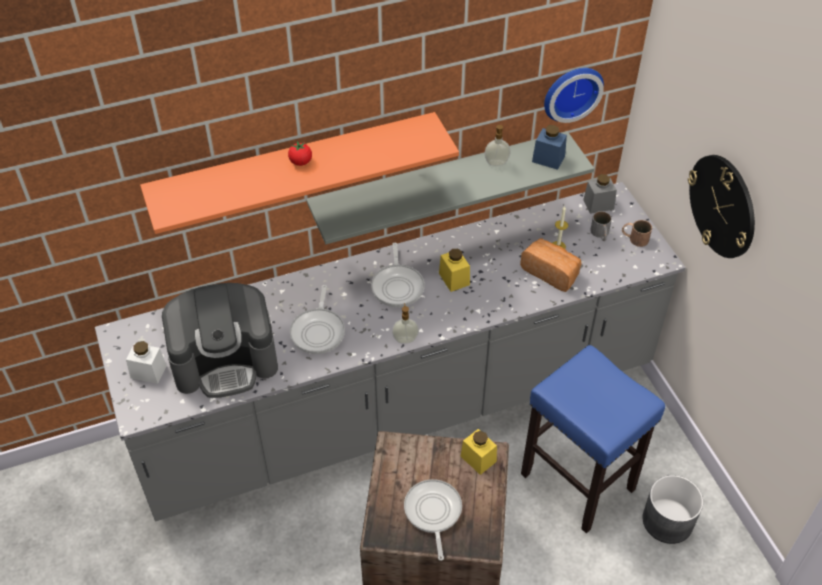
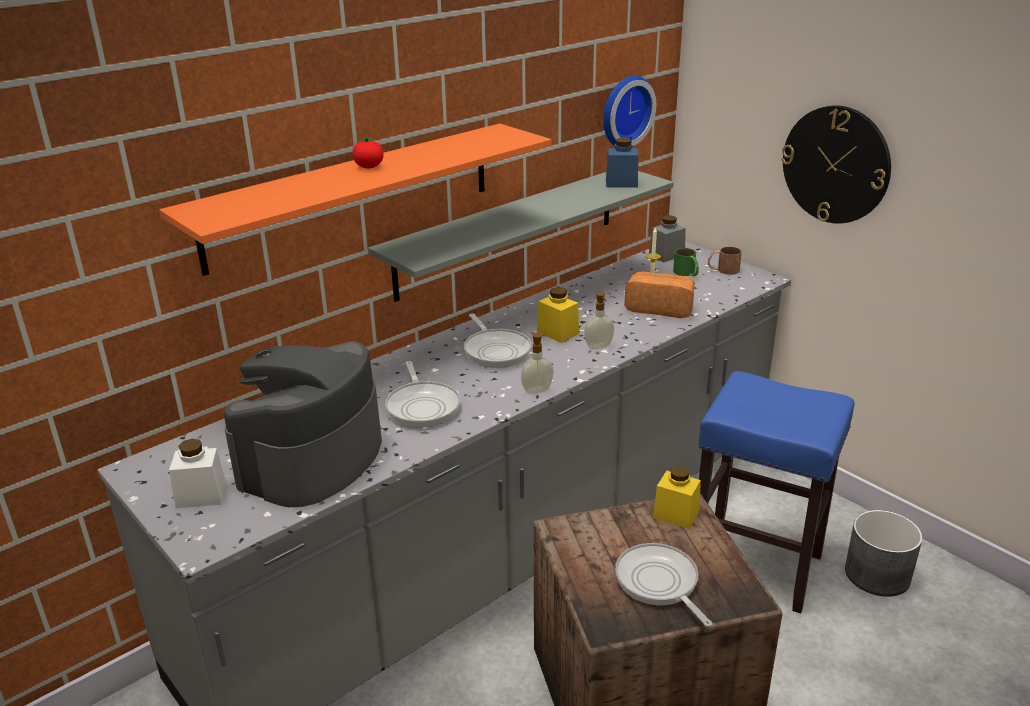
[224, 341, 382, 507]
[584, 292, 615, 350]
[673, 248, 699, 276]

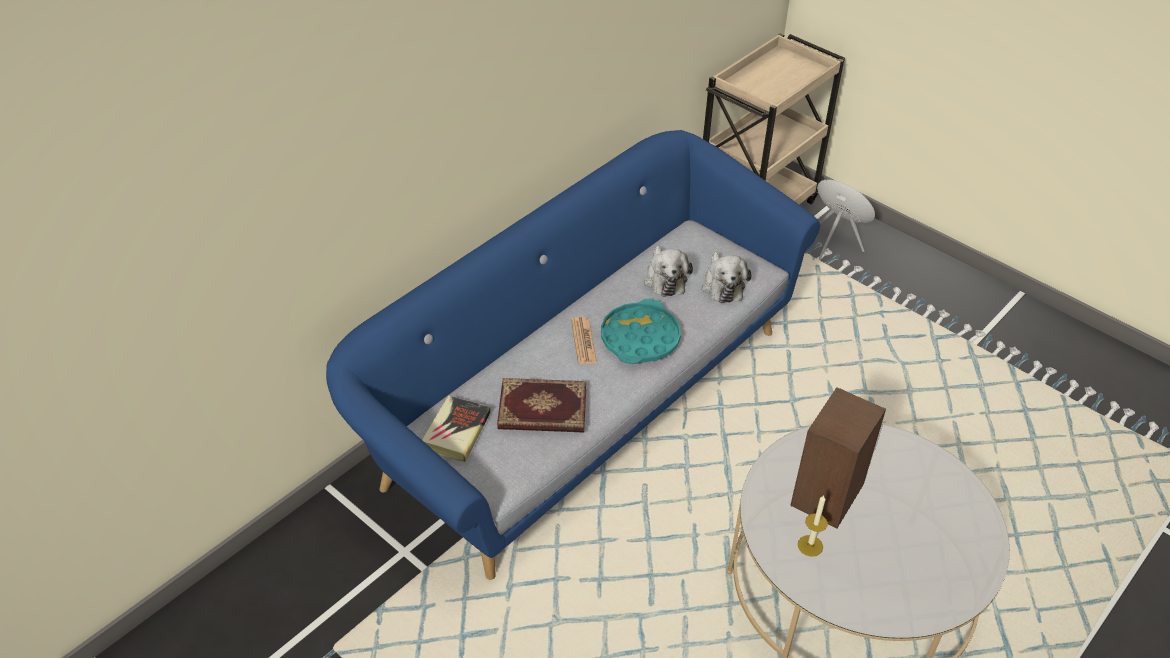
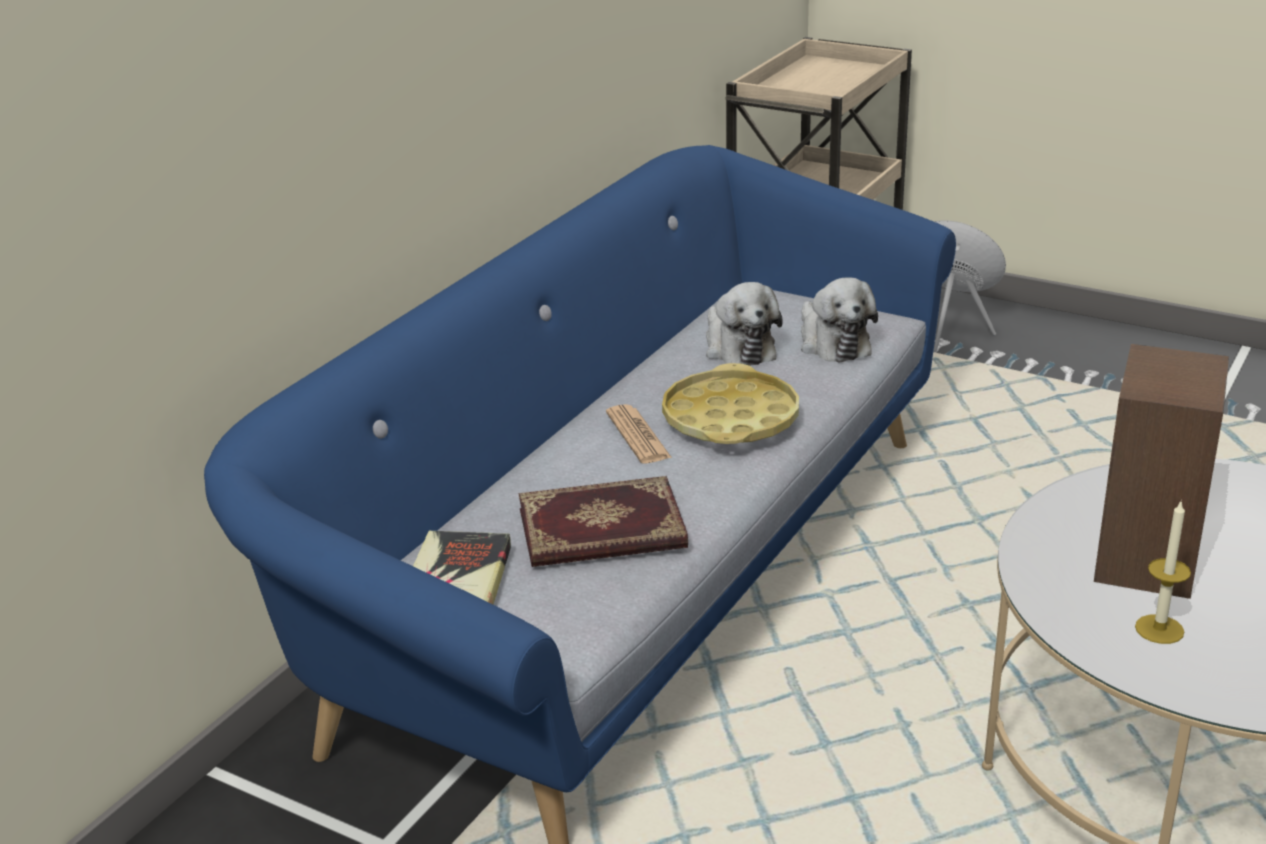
[662, 363, 799, 444]

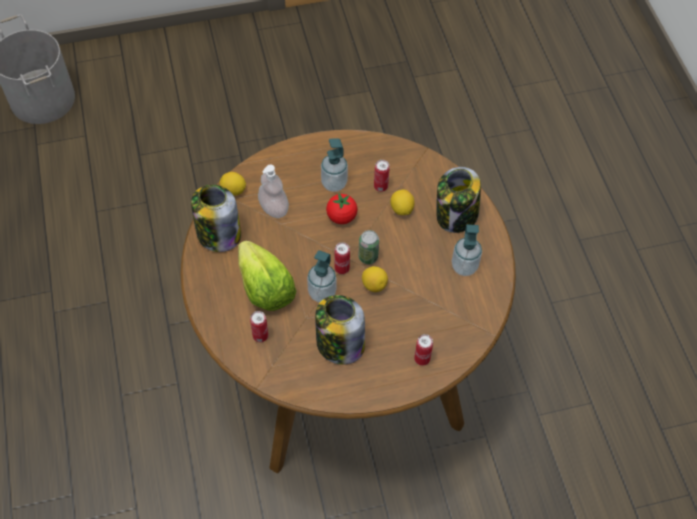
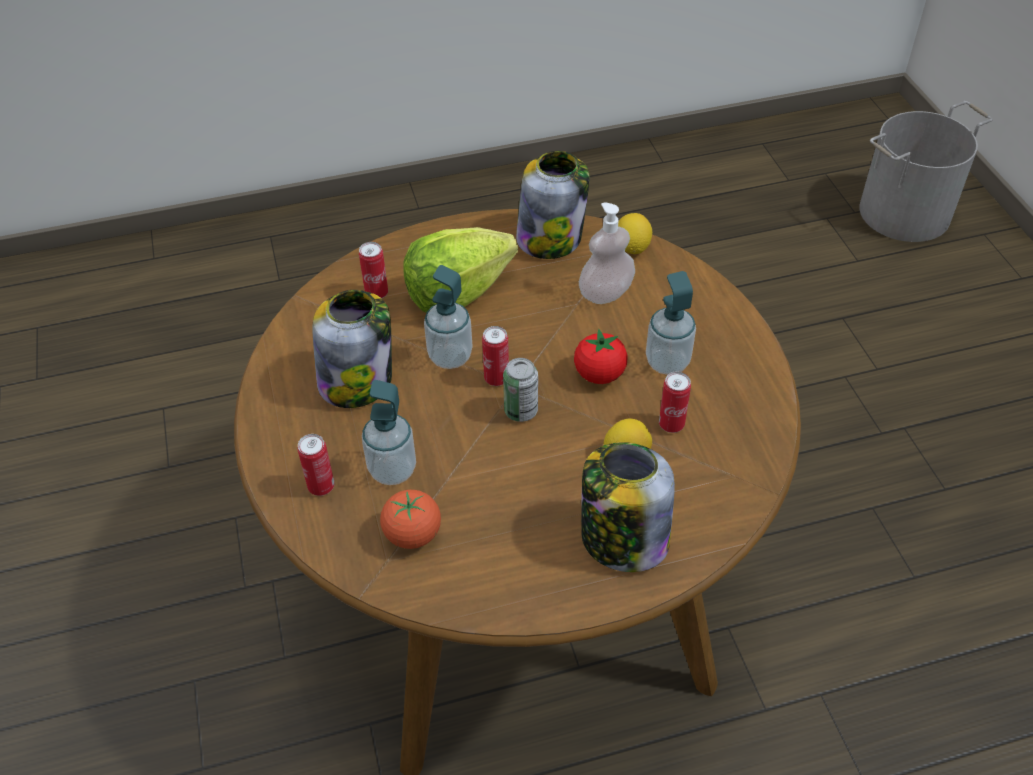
[362, 266, 388, 292] (first image)
[362, 380, 416, 485]
[380, 490, 441, 549]

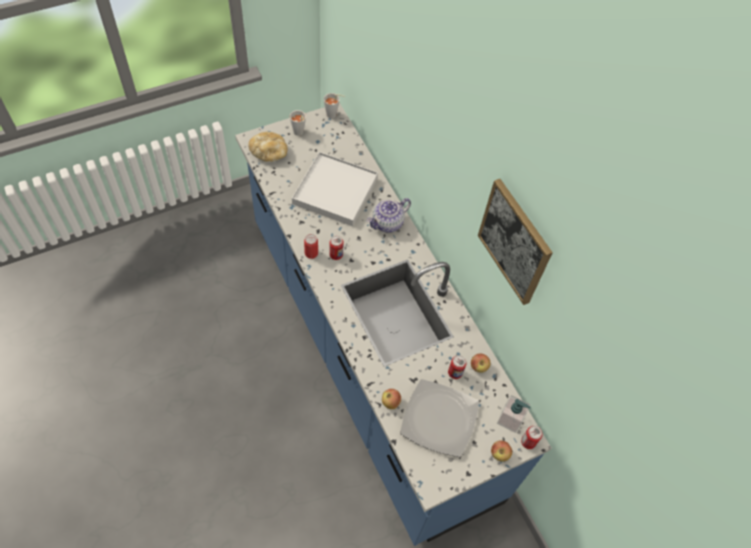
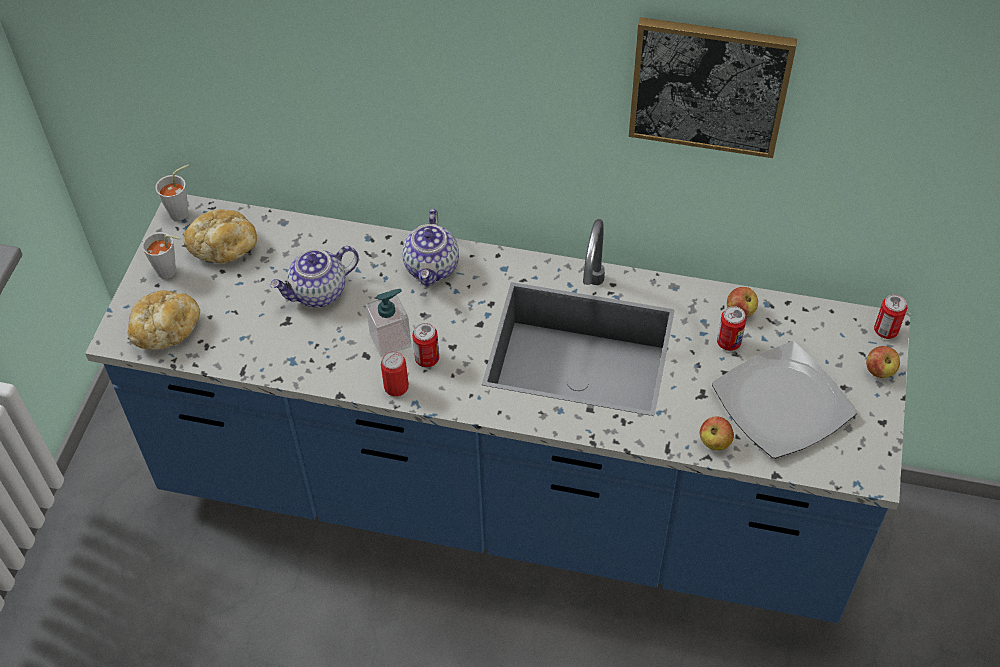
[270, 246, 359, 307]
[365, 289, 412, 357]
[183, 209, 257, 264]

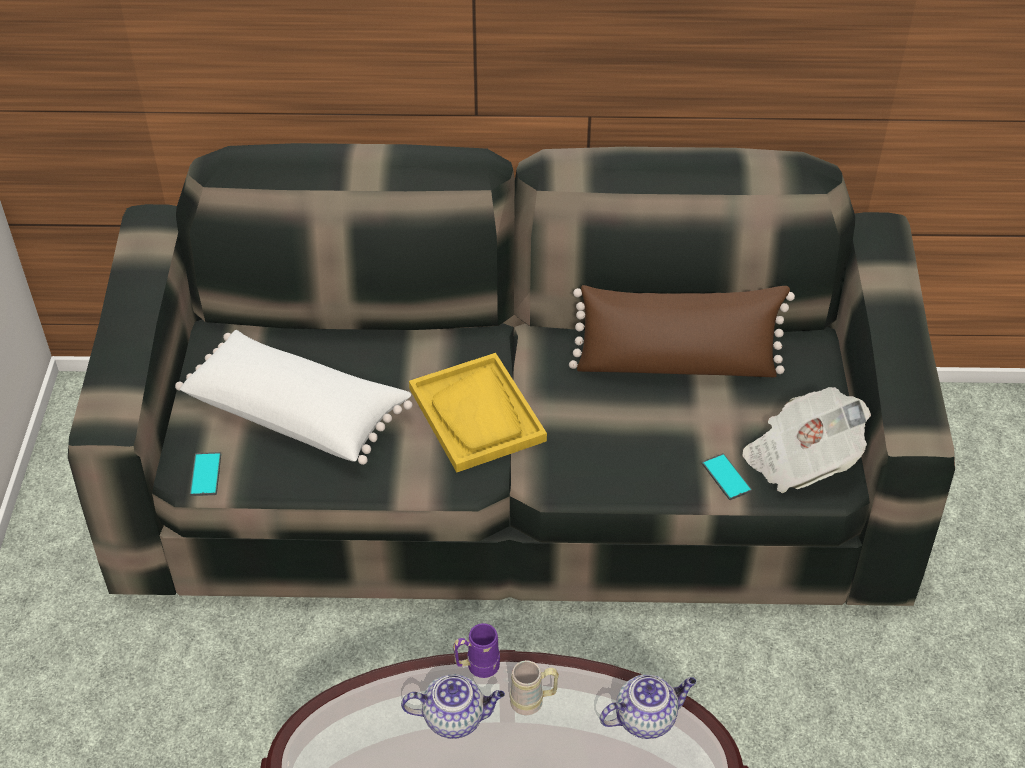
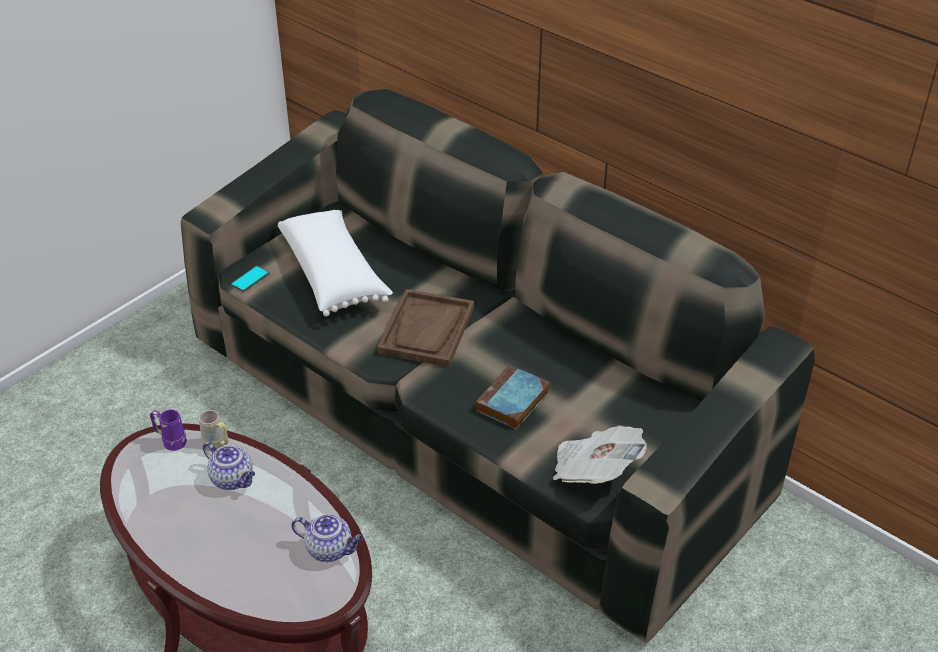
[377, 289, 474, 367]
[150, 409, 187, 451]
[199, 410, 229, 451]
[569, 285, 795, 377] (first image)
[702, 453, 752, 500] (first image)
[475, 365, 549, 430]

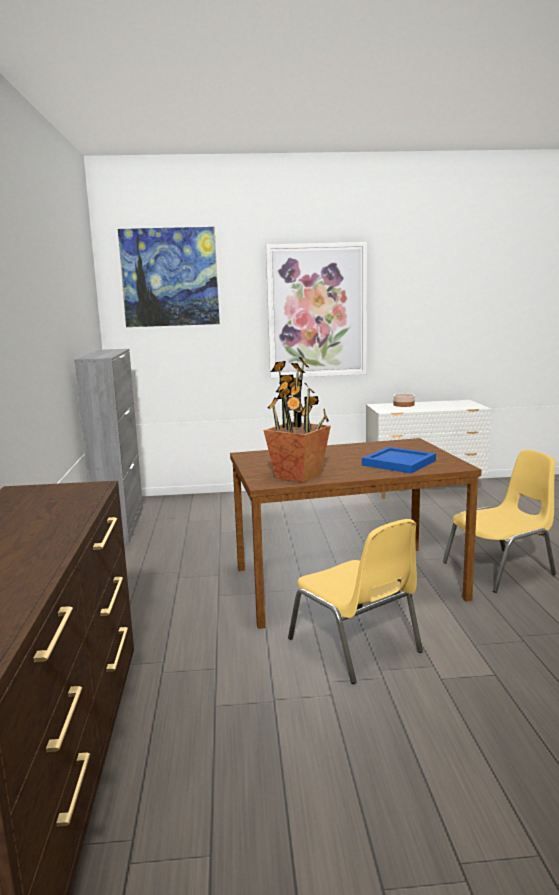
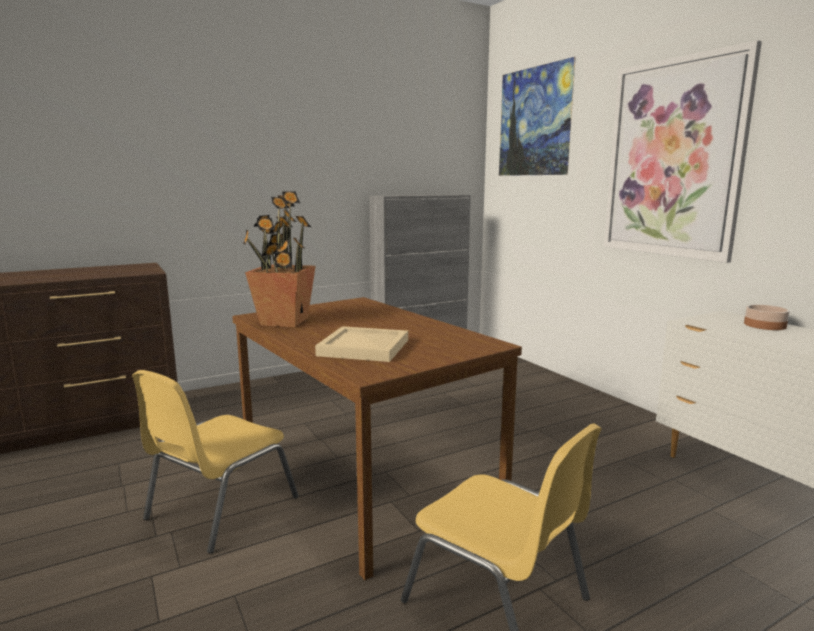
[315, 326, 408, 362]

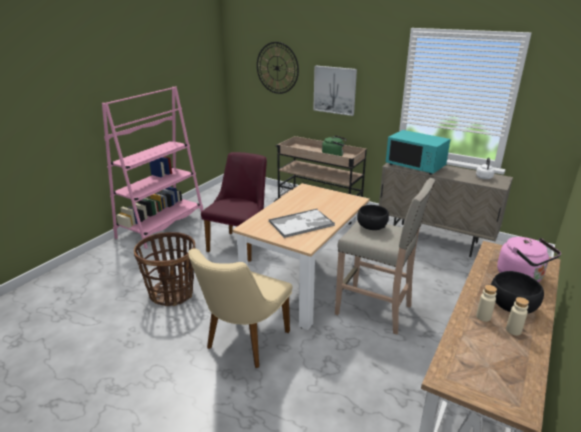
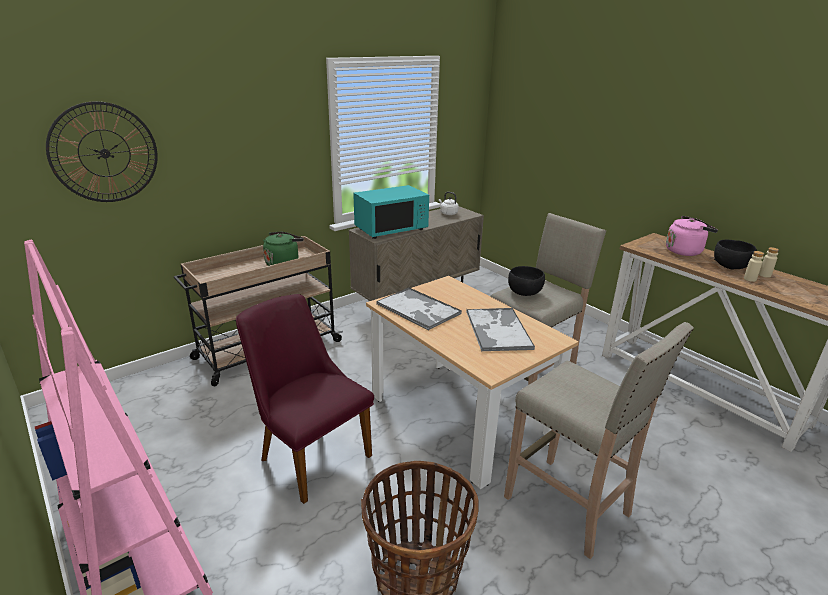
[504, 322, 694, 559]
[313, 66, 357, 116] (first image)
[376, 287, 462, 330]

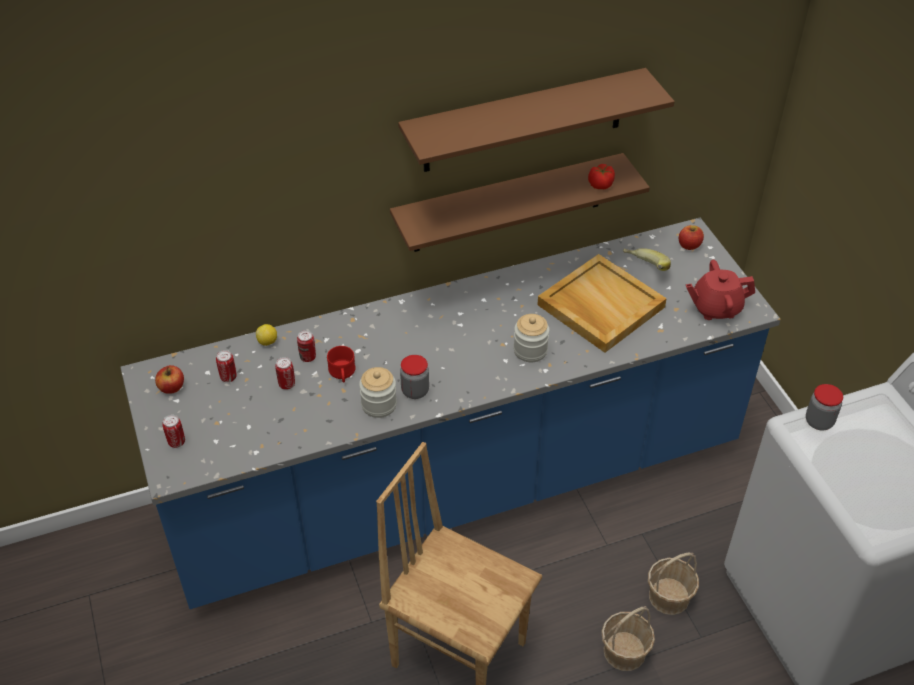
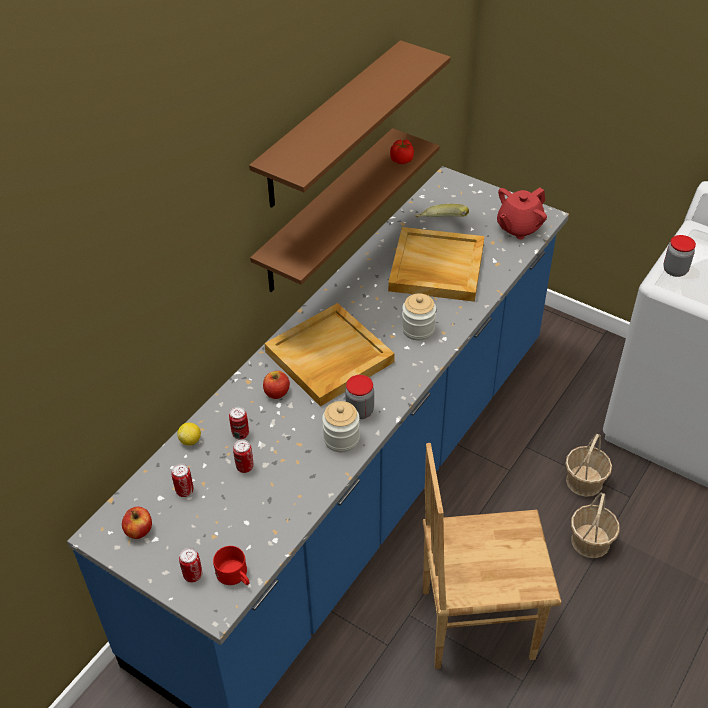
[213, 546, 249, 585]
[263, 371, 290, 399]
[264, 303, 395, 407]

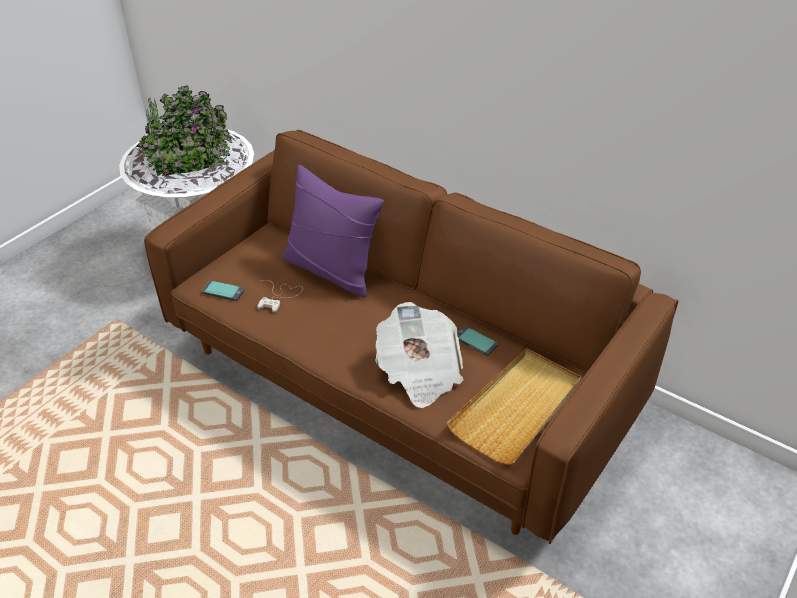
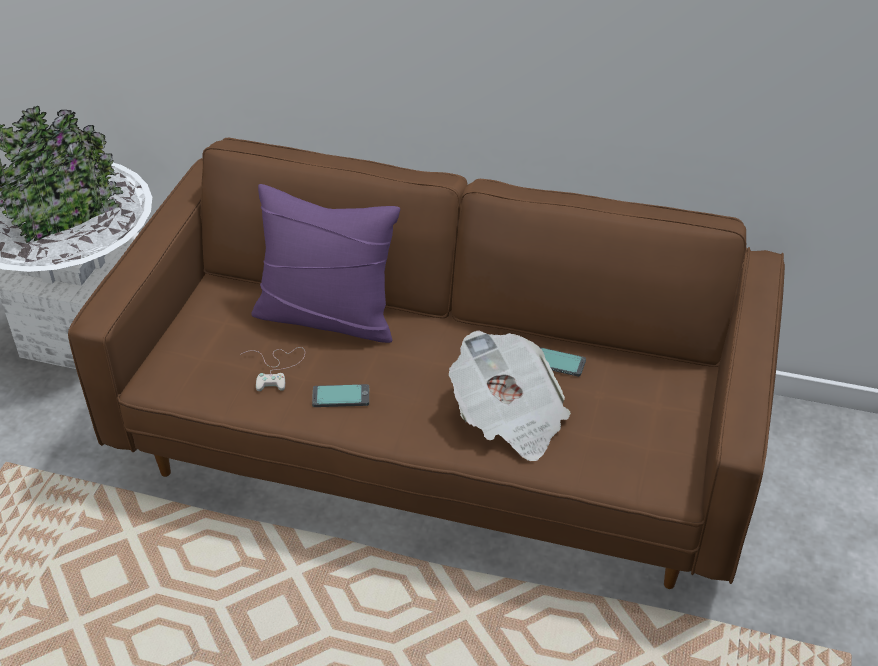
[312, 384, 369, 407]
[446, 348, 581, 465] (first image)

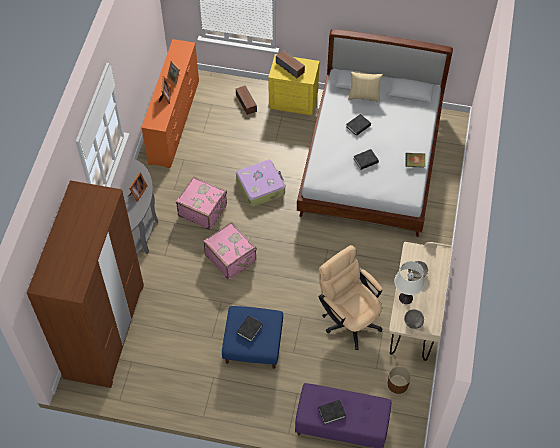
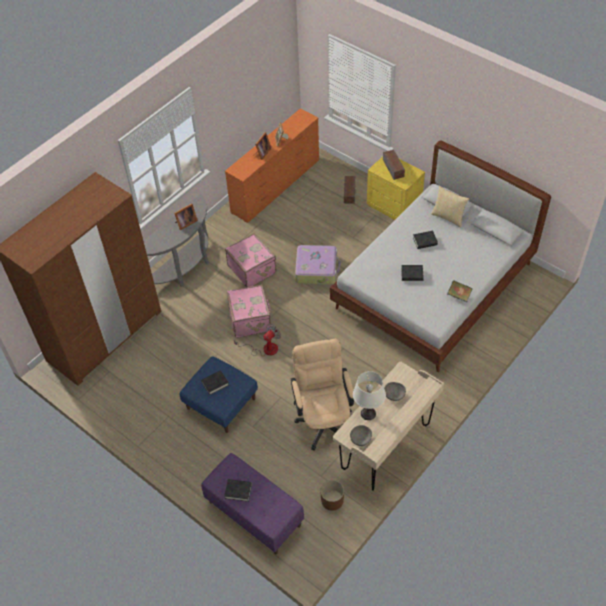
[234, 324, 281, 356]

